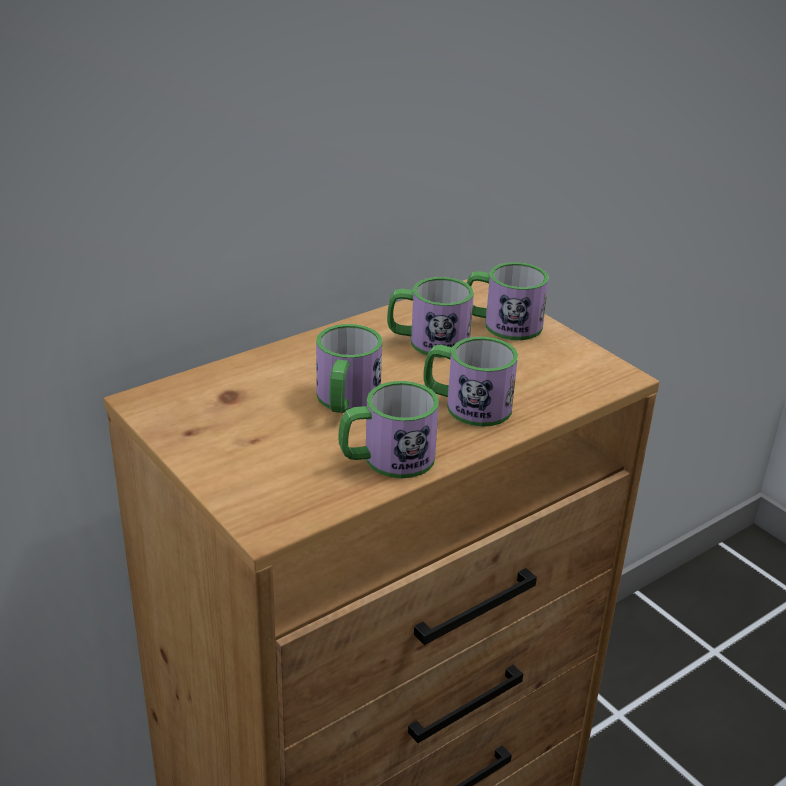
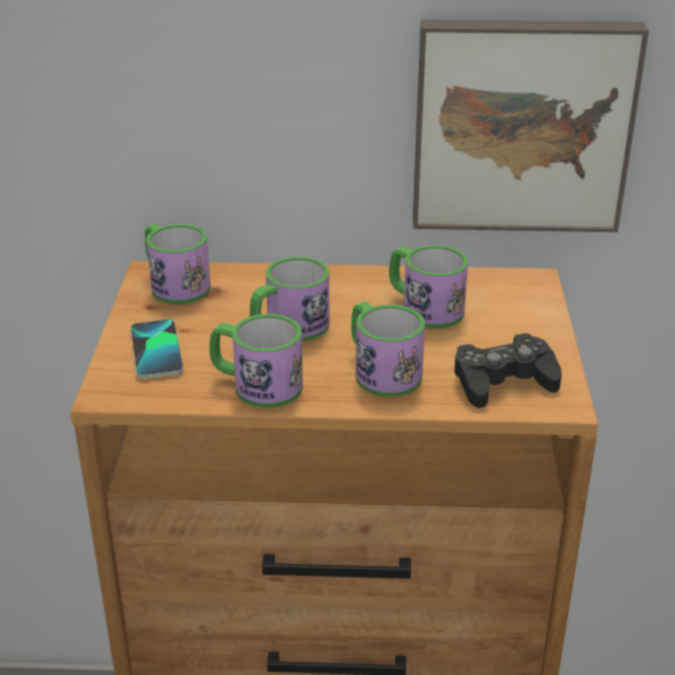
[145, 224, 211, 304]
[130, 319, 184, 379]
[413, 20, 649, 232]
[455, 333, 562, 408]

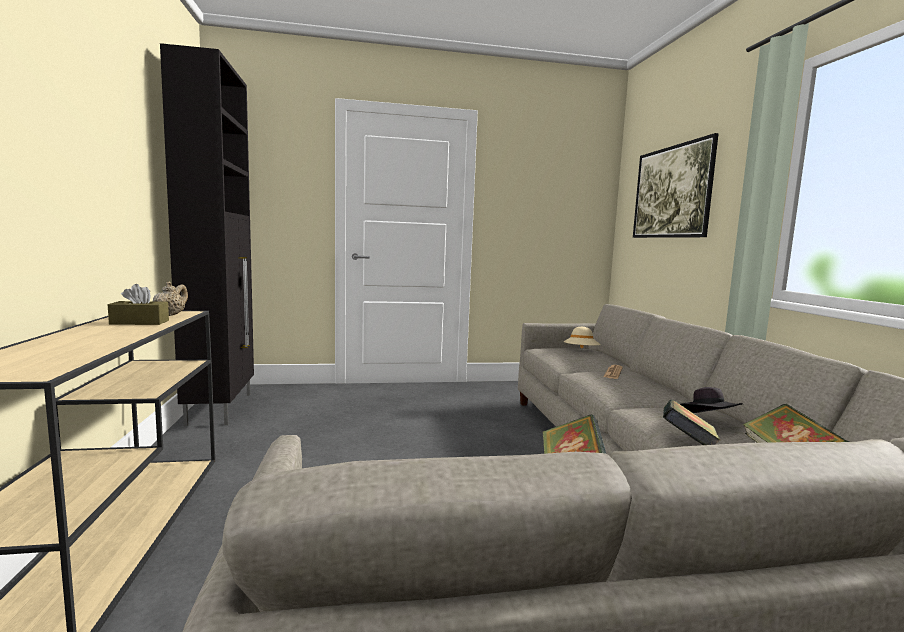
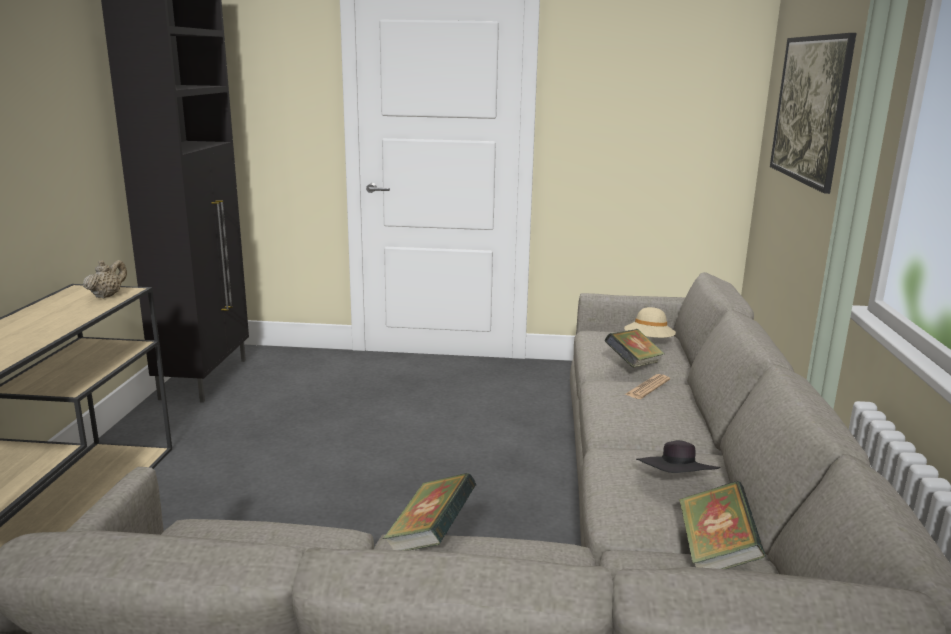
[108, 284, 169, 325] (first image)
[604, 329, 665, 368]

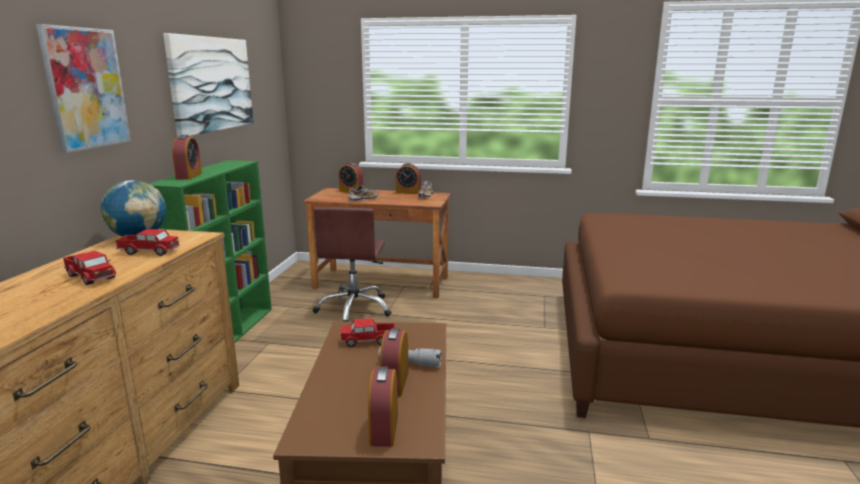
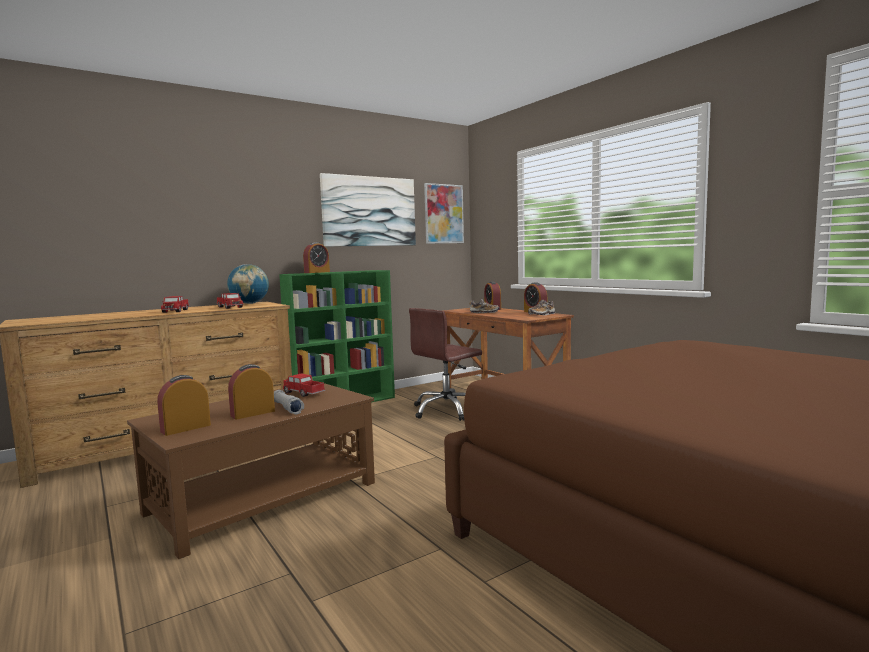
[424, 183, 464, 244]

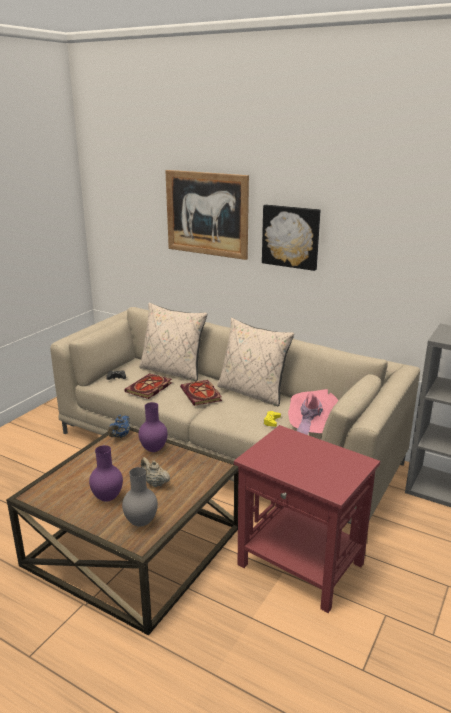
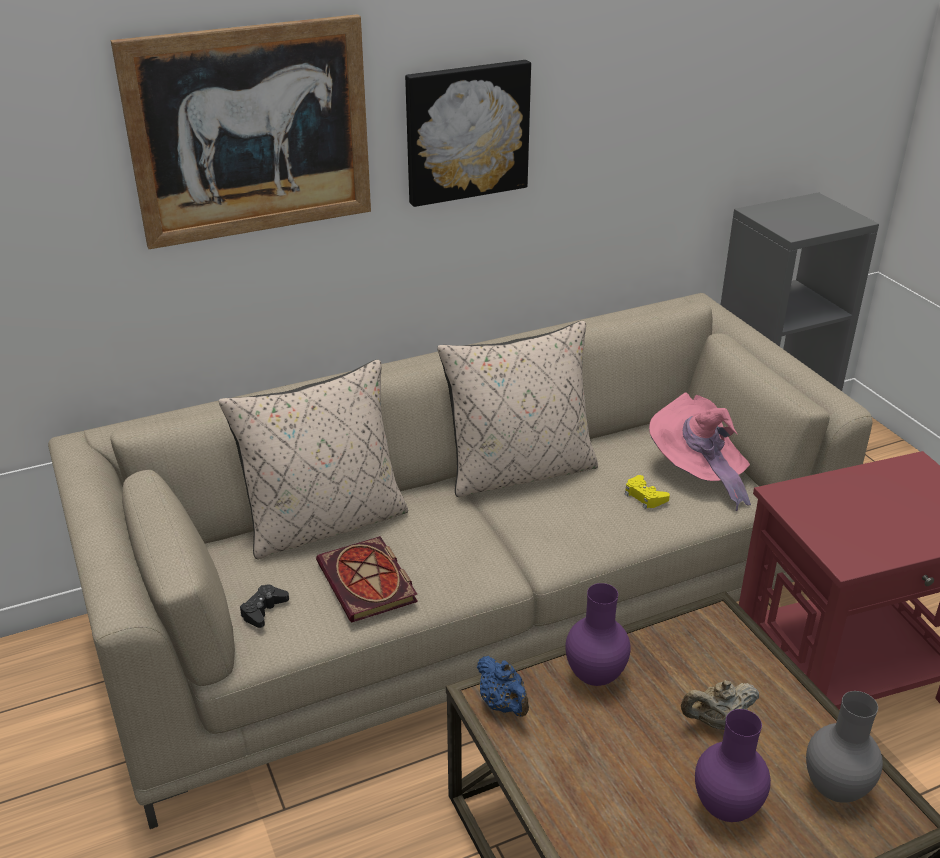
[180, 380, 222, 406] (first image)

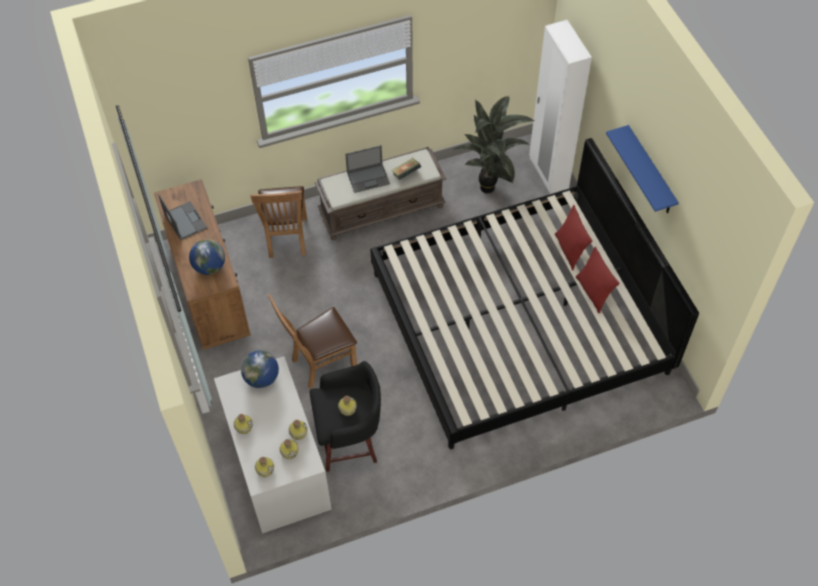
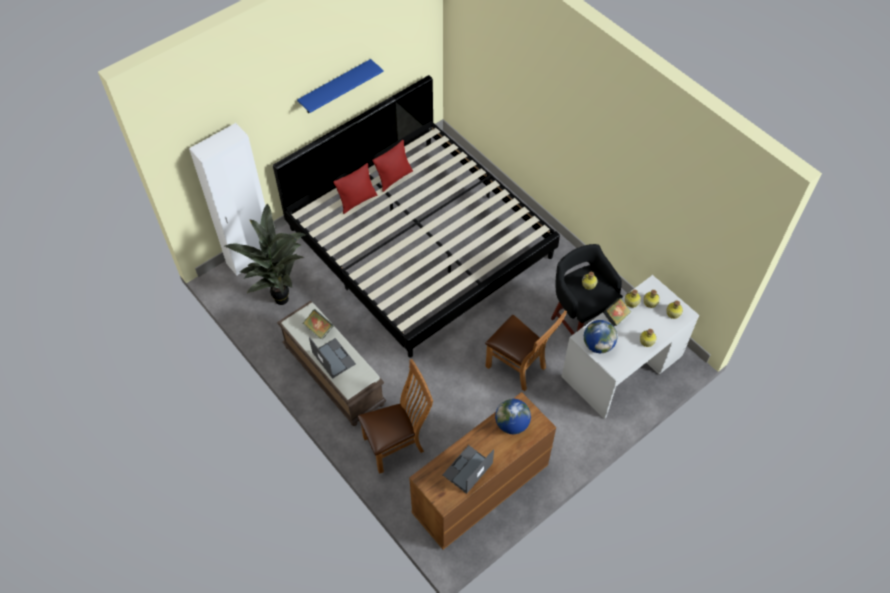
[603, 298, 631, 326]

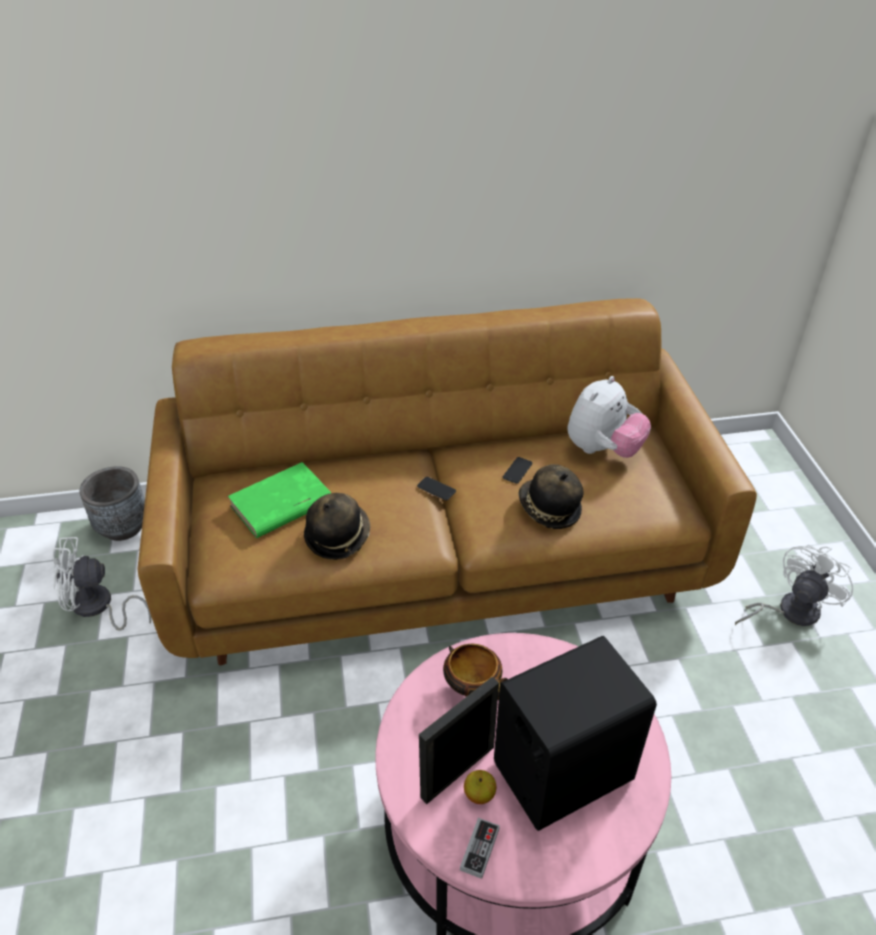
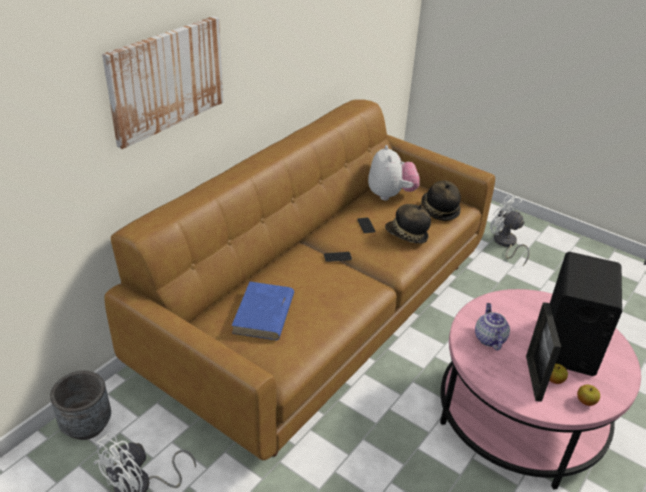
[231, 282, 294, 340]
[421, 180, 461, 221]
[475, 303, 510, 351]
[577, 384, 600, 406]
[490, 195, 530, 266]
[102, 16, 224, 149]

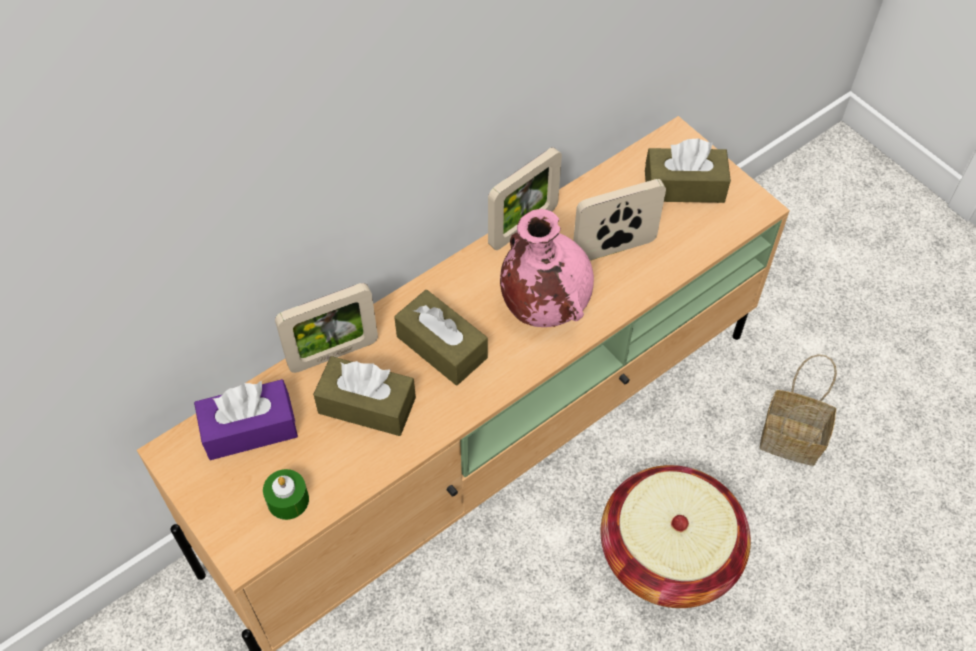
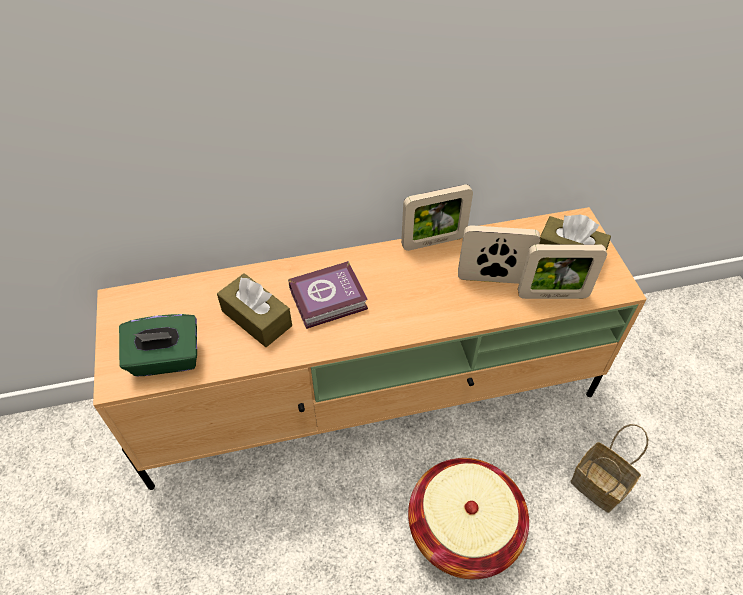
[194, 379, 298, 460] (first image)
[119, 314, 197, 376]
[518, 244, 607, 299]
[288, 261, 368, 329]
[500, 209, 594, 327] (first image)

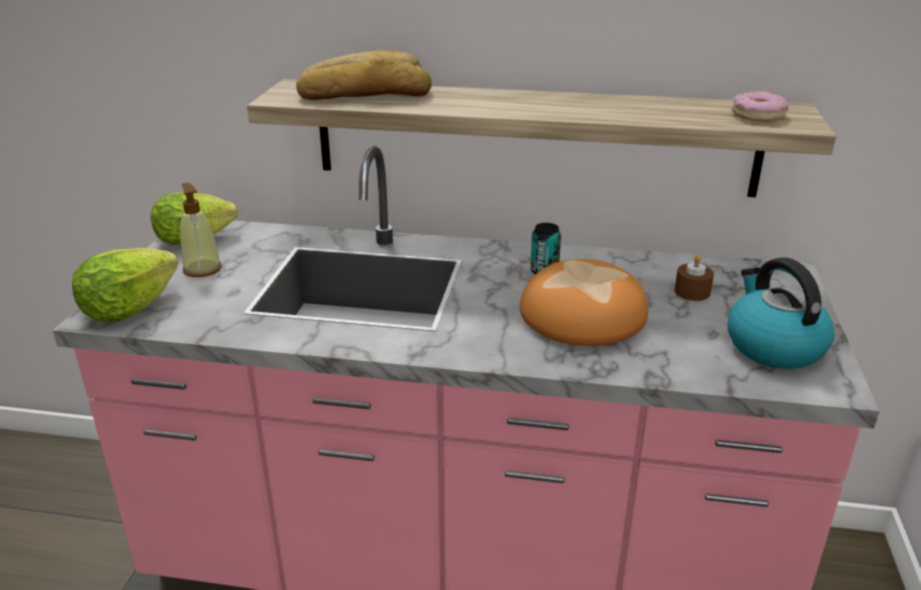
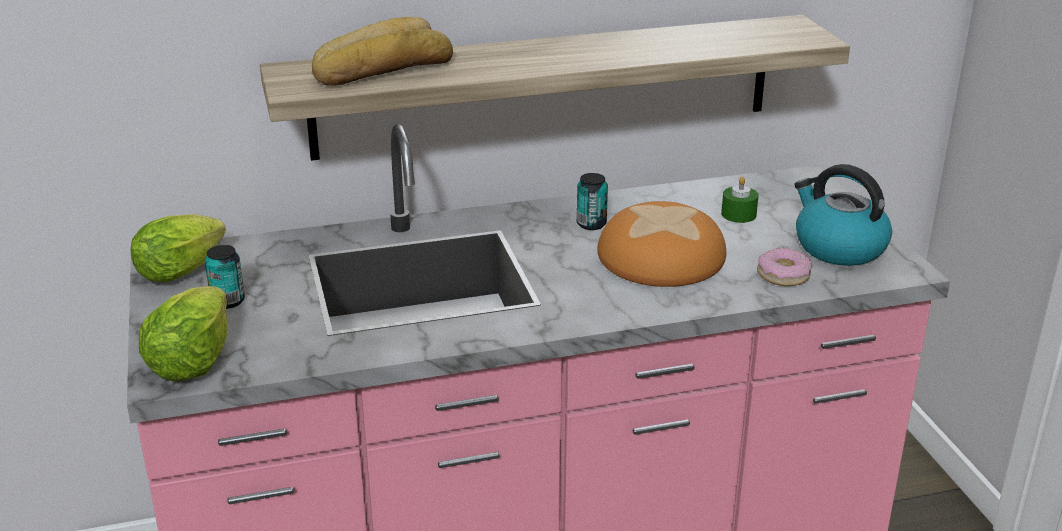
[205, 245, 245, 309]
[721, 177, 759, 223]
[757, 248, 813, 286]

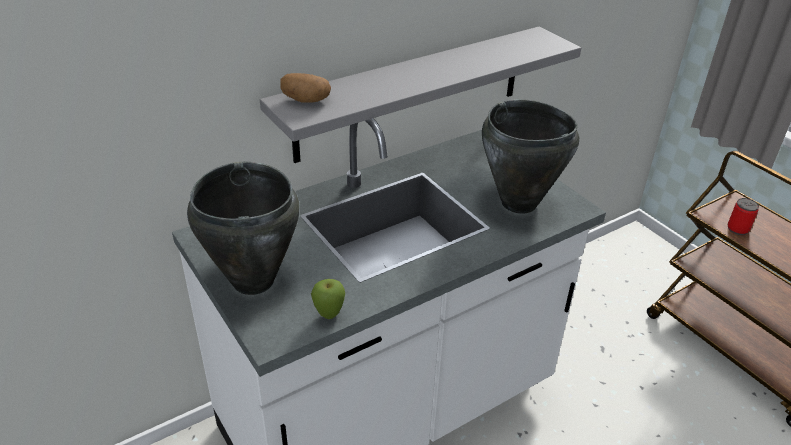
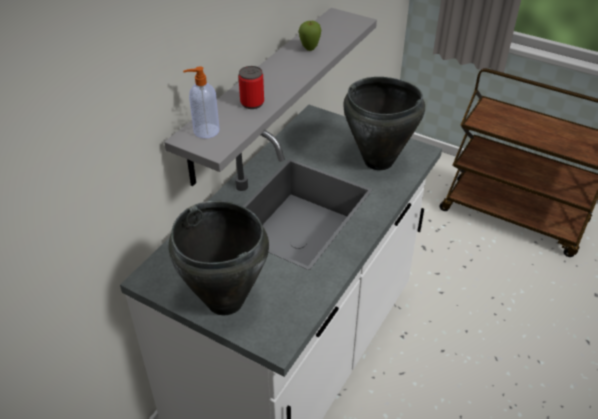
[183, 66, 219, 138]
[299, 21, 321, 51]
[239, 66, 264, 109]

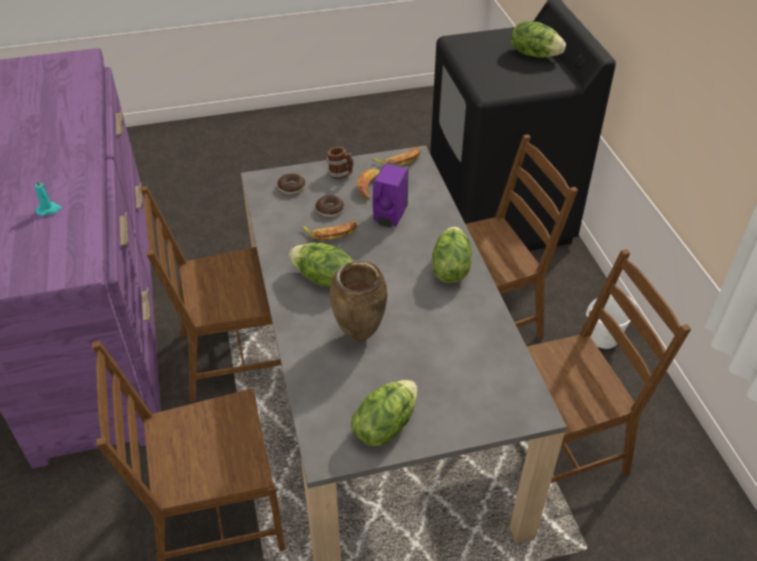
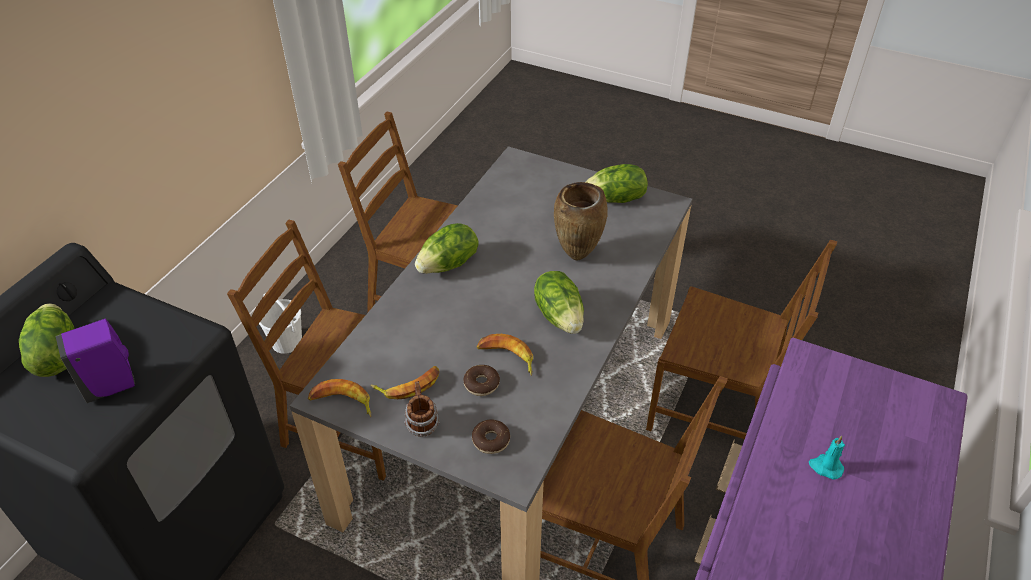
[56, 318, 135, 403]

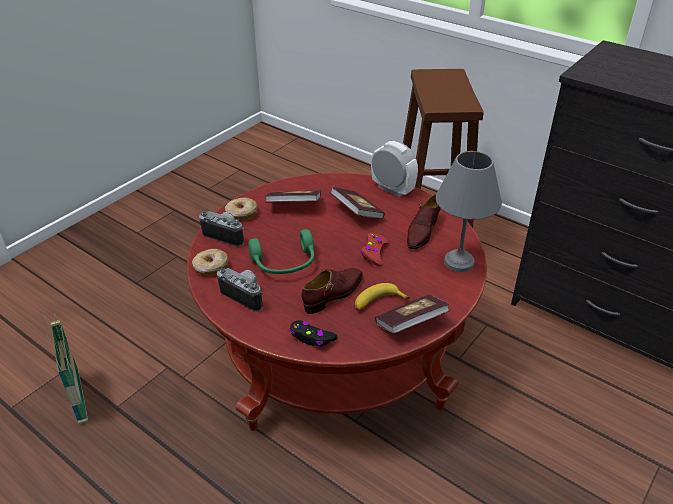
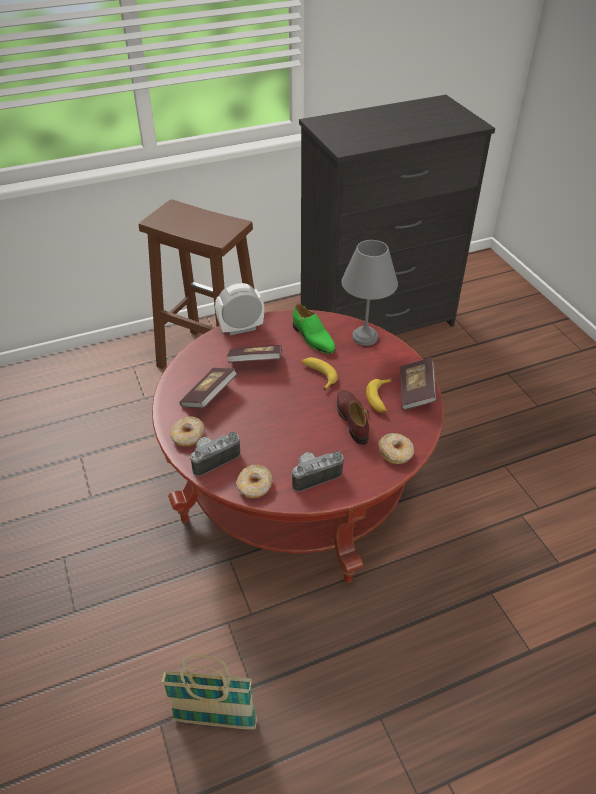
[248, 229, 314, 274] (first image)
[379, 433, 414, 464]
[302, 357, 338, 391]
[293, 304, 335, 354]

